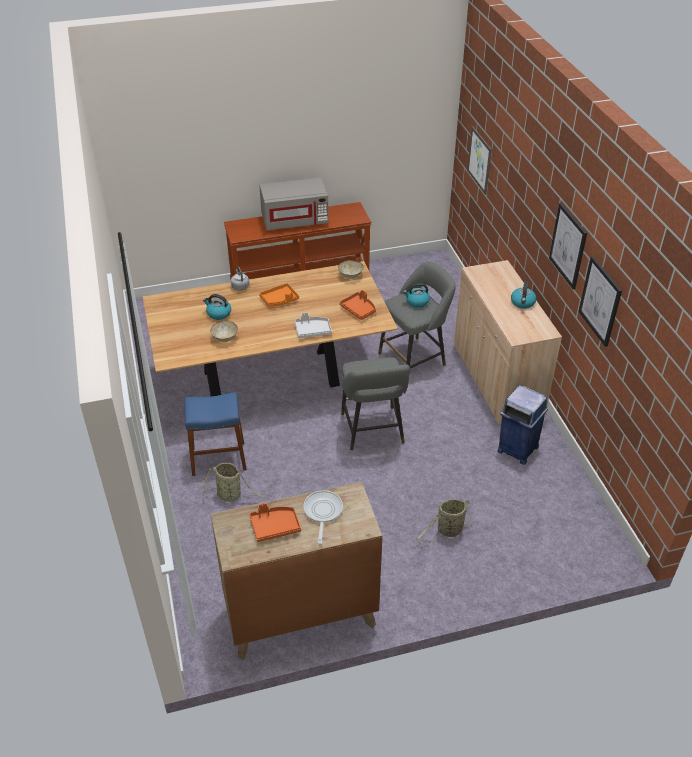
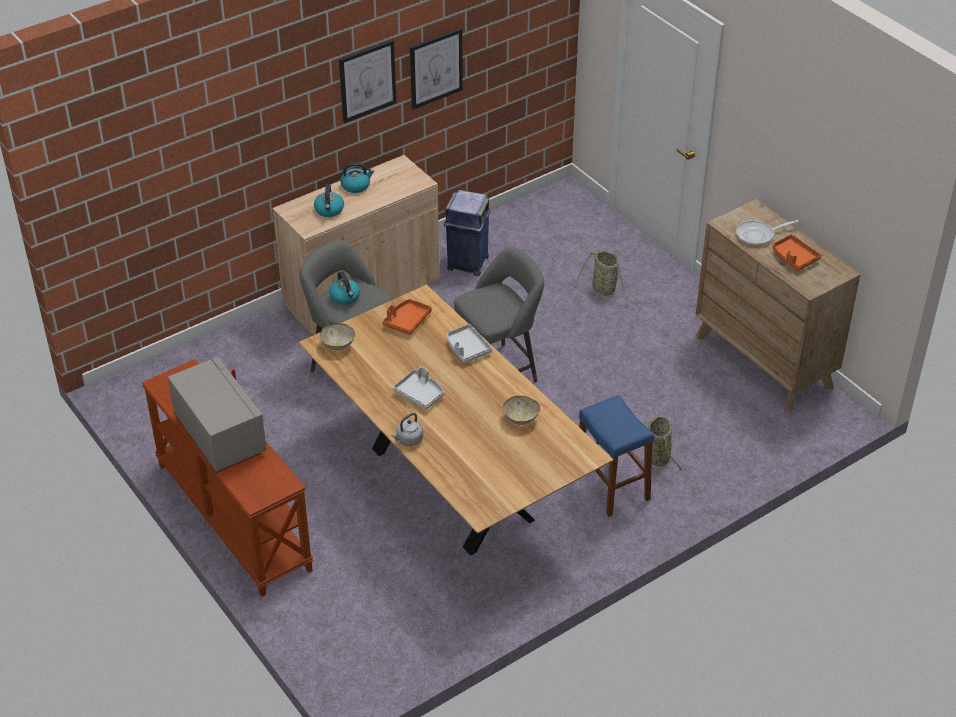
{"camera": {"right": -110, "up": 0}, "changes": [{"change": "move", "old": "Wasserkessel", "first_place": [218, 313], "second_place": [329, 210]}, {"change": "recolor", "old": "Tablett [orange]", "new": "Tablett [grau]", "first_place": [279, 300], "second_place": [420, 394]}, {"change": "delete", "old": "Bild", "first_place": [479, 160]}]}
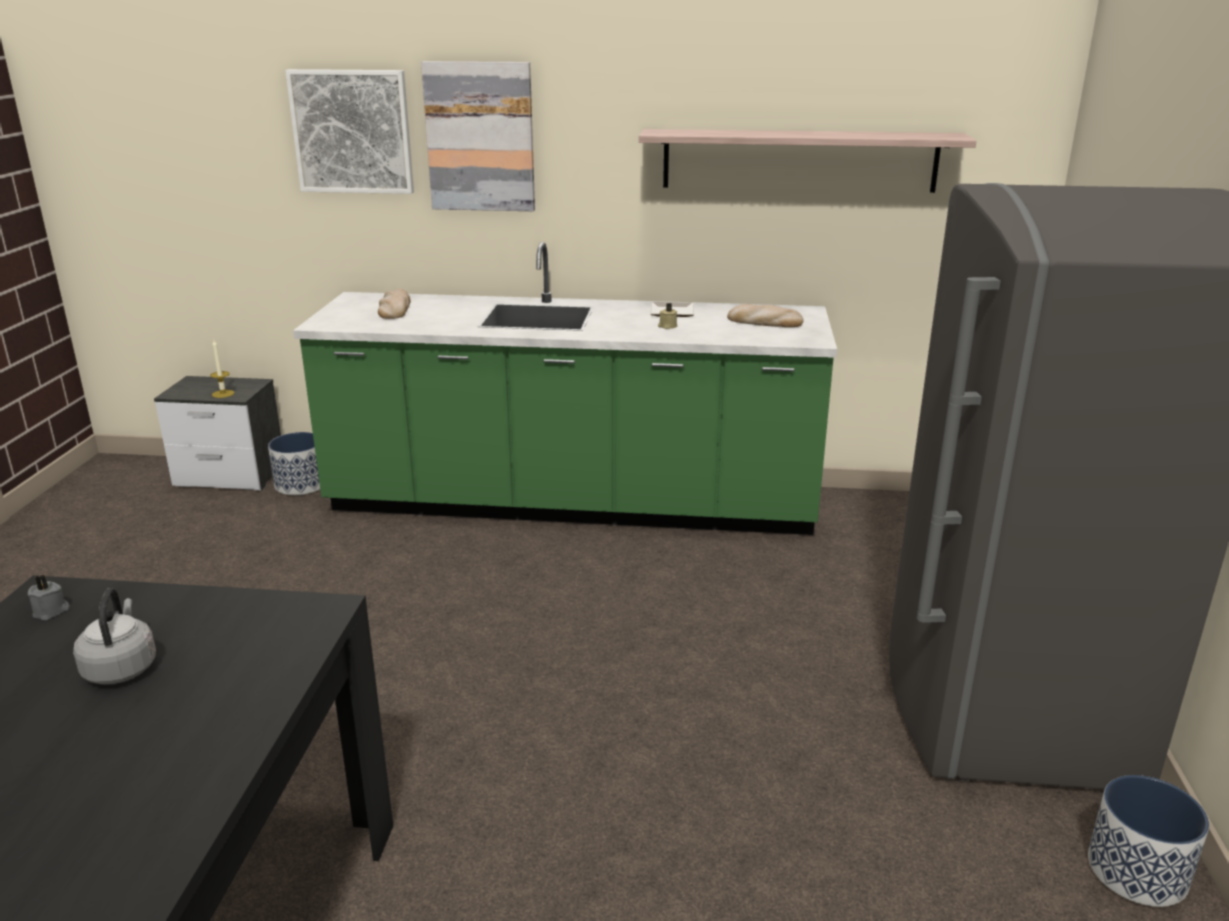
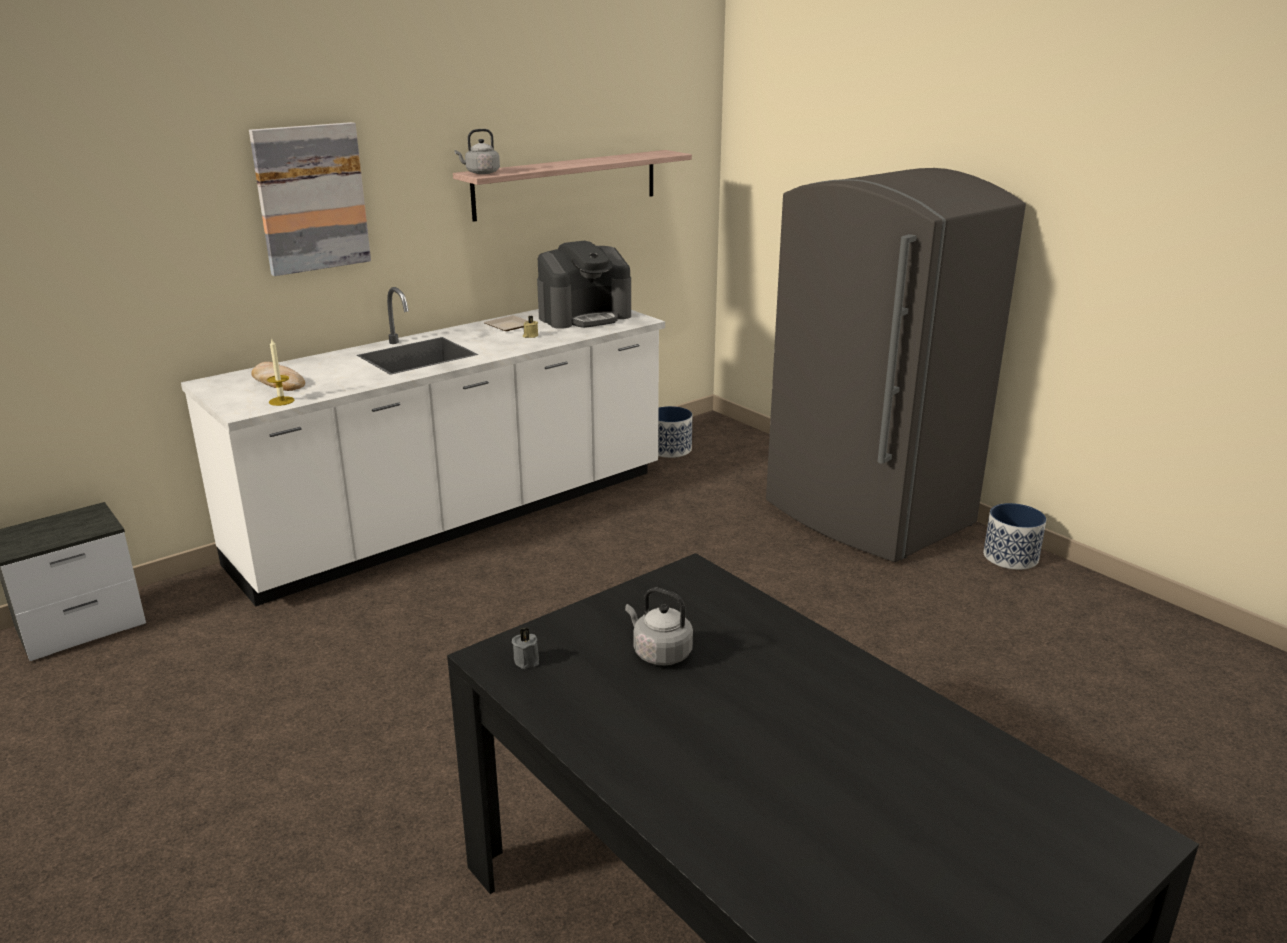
{"camera": {"right": -45, "up": 0}, "changes": [{"change": "recolor", "old": "Küchenzeile [grün]", "new": "Küchenzeile [weiß]", "first_place": [572, 504], "second_place": [458, 519]}, {"change": "move", "old": "Kerze", "first_place": [223, 394], "second_place": [281, 401]}, {"change": "insert", "new": "Wasserkessel [grau]", "second_place": [481, 173]}, {"change": "replace", "old": "Brot", "new": "Kaffeemaschine", "first_place": [764, 322], "second_place": [584, 316]}, {"change": "move", "old": "Pflanzkübel", "first_place": [301, 484], "second_place": [670, 449]}, {"change": "delete", "old": "Bild", "first_place": [352, 132]}]}
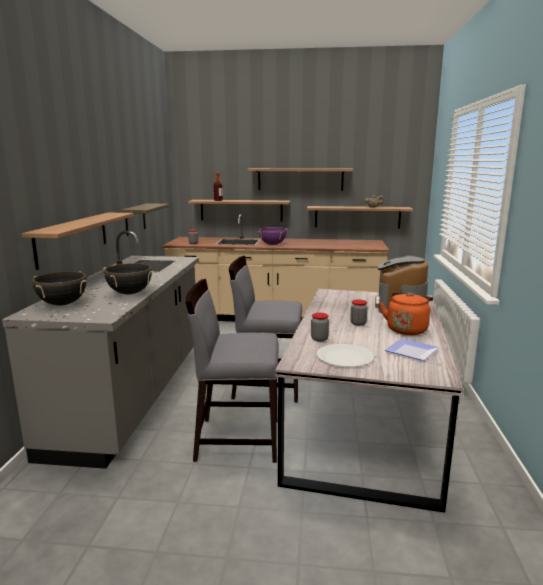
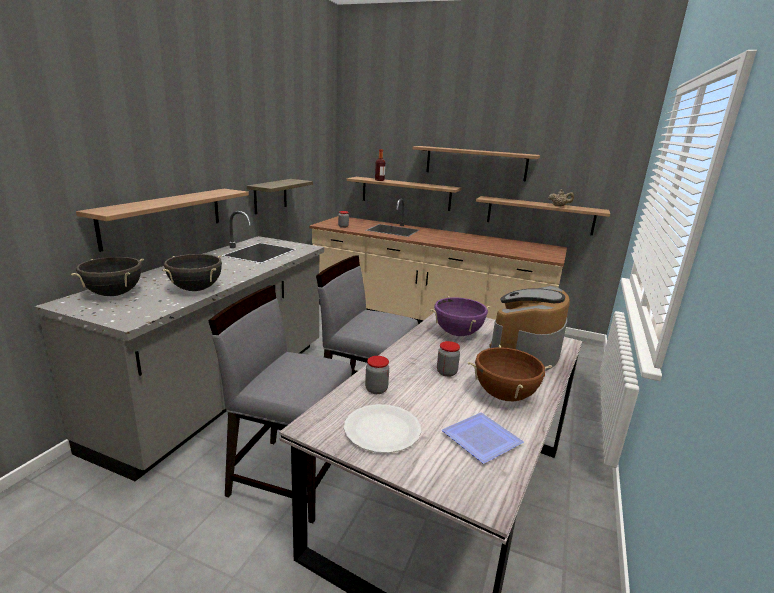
{"camera": {"right": 15, "up": 5}, "changes": [{"change": "move", "old": "Kochtopf [lila]", "first_place": [272, 244], "second_place": [457, 333]}, {"change": "replace", "old": "Wasserkessel [orange]", "new": "Kochtopf [braun]", "first_place": [407, 329], "second_place": [504, 395]}]}
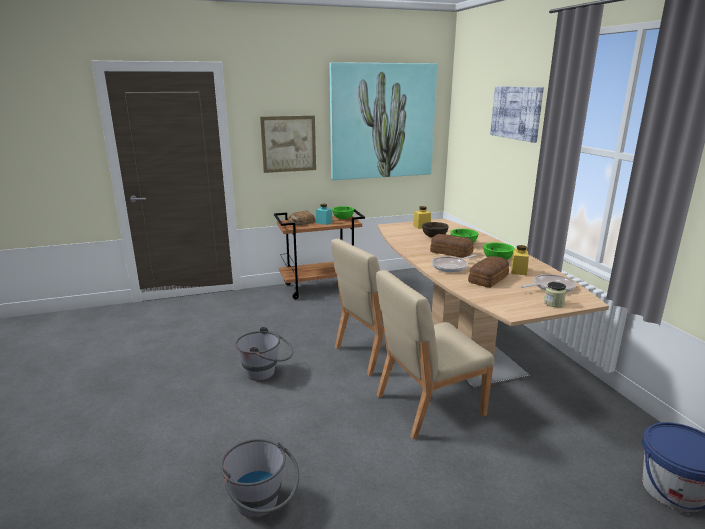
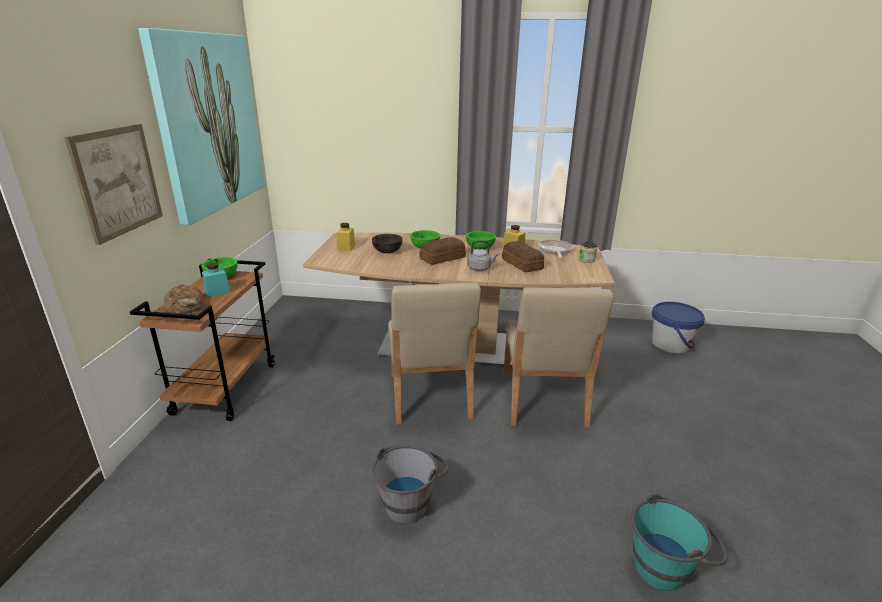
{"camera": {"right": -65, "up": 5}, "changes": [{"change": "replace", "old": "Pfanne", "new": "Wasserkessel [grau]", "first_place": [451, 267], "second_place": [480, 268]}, {"change": "recolor", "old": "Eimer [grau]", "new": "Eimer [türkis]", "first_place": [262, 507], "second_place": [667, 567]}, {"change": "delete", "old": "Bild", "first_place": [516, 113]}]}
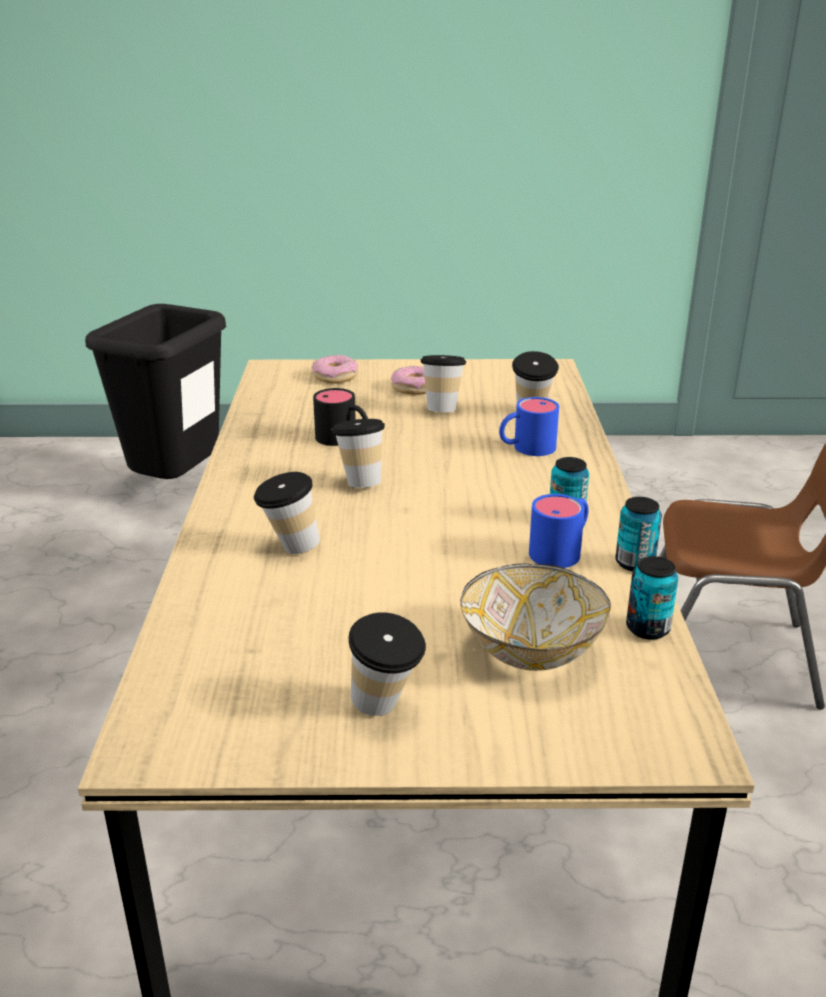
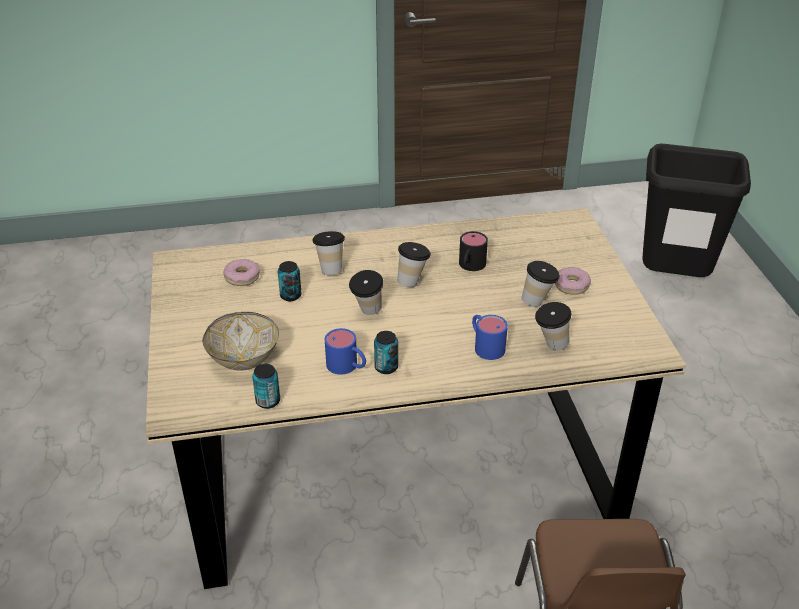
{"camera": {"right": 80, "up": 10}, "changes": [{"change": "move", "old": "Donut", "first_place": [335, 376], "second_place": [242, 277]}, {"change": "move", "old": "Dose", "first_place": [634, 563], "second_place": [290, 295]}, {"change": "move", "old": "Tasse", "first_place": [386, 708], "second_place": [367, 313]}]}
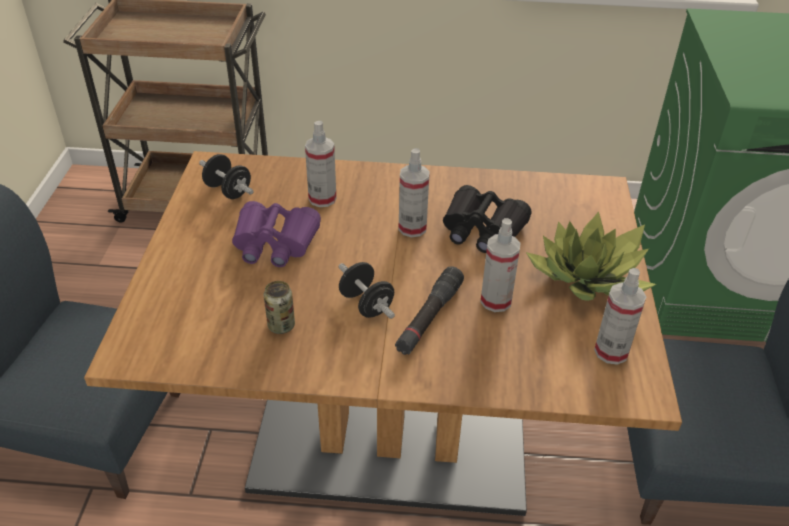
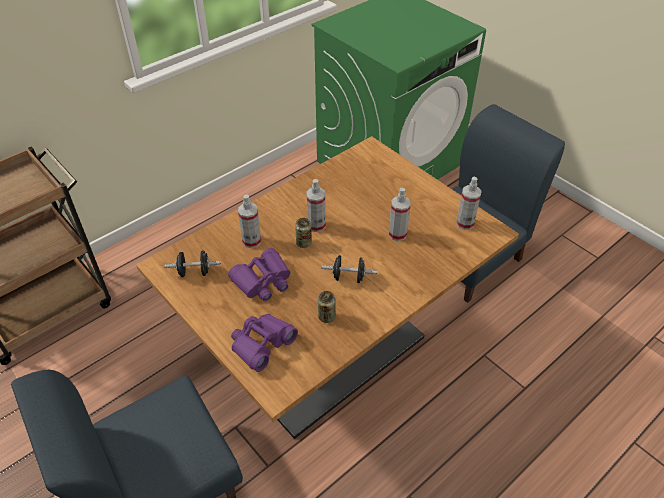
{"camera": {"right": -45, "up": 5}, "changes": [{"change": "insert", "new": "Fernglas [lila]", "second_place": [262, 344]}, {"change": "insert", "new": "Dose", "second_place": [304, 243]}, {"change": "delete", "old": "Taschenlampe [schwarz]", "first_place": [429, 318]}, {"change": "delete", "old": "Fernglas [schwarz]", "first_place": [482, 229]}, {"change": "delete", "old": "Topfpflanze", "first_place": [589, 278]}]}
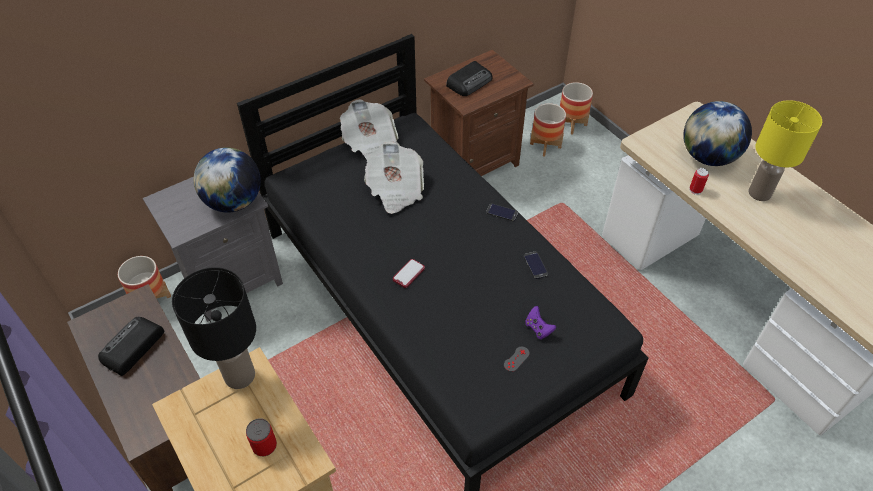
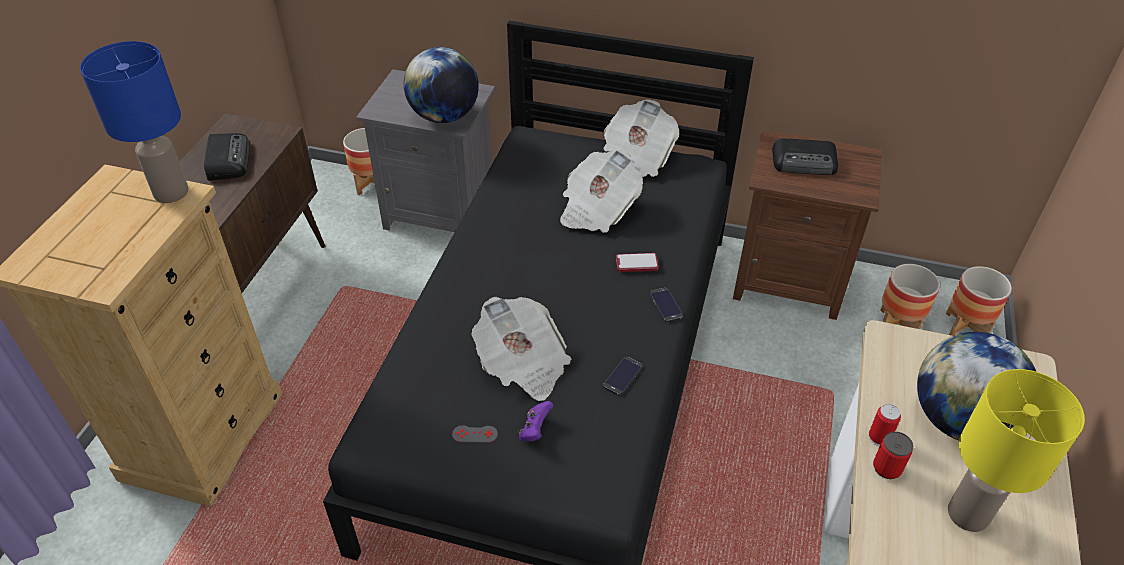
{"camera": {"right": 50, "up": -5}, "changes": [{"change": "recolor", "old": "Tischlampe [schwarz]", "new": "Tischlampe [blau]", "first_place": [240, 375], "second_place": [172, 192]}, {"change": "rotate", "old": "Radio", "first_place": [132, 348], "second_place": [227, 160], "degrees": 90}, {"change": "insert", "new": "Zeitung", "second_place": [523, 364]}, {"change": "move", "old": "Handy", "first_place": [408, 274], "second_place": [636, 263]}, {"change": "move", "old": "Dose", "first_place": [264, 446], "second_place": [887, 468]}]}
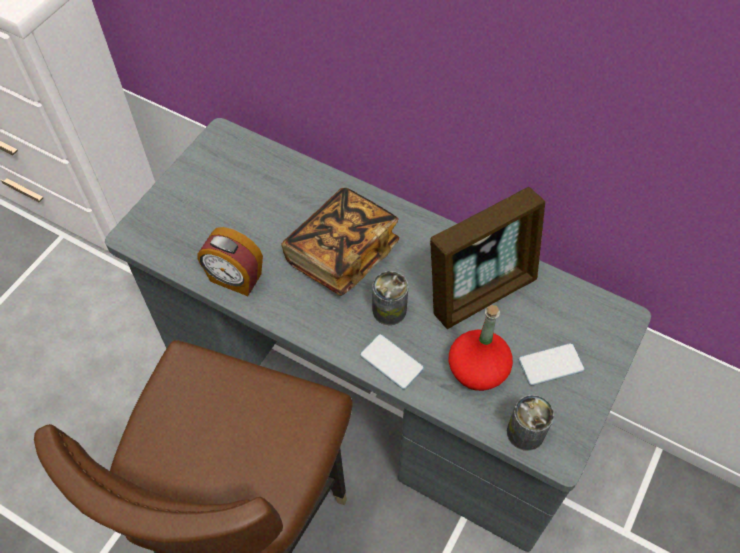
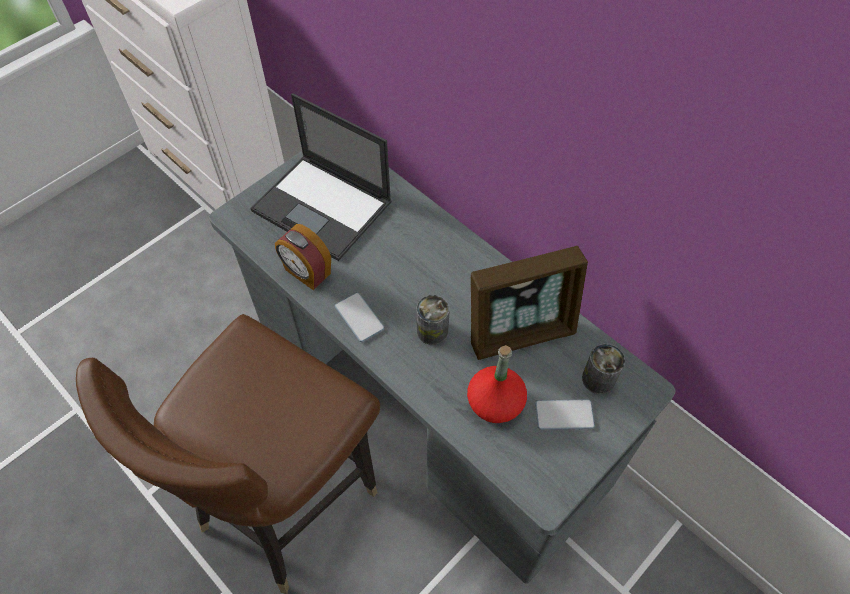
{"camera": {"right": 15, "up": 0}, "changes": [{"change": "insert", "new": "Laptop", "second_place": [323, 207]}, {"change": "move", "old": "Handy", "first_place": [391, 362], "second_place": [359, 318]}, {"change": "move", "old": "Dose", "first_place": [525, 432], "second_place": [598, 379]}, {"change": "delete", "old": "Buch", "first_place": [341, 254]}]}
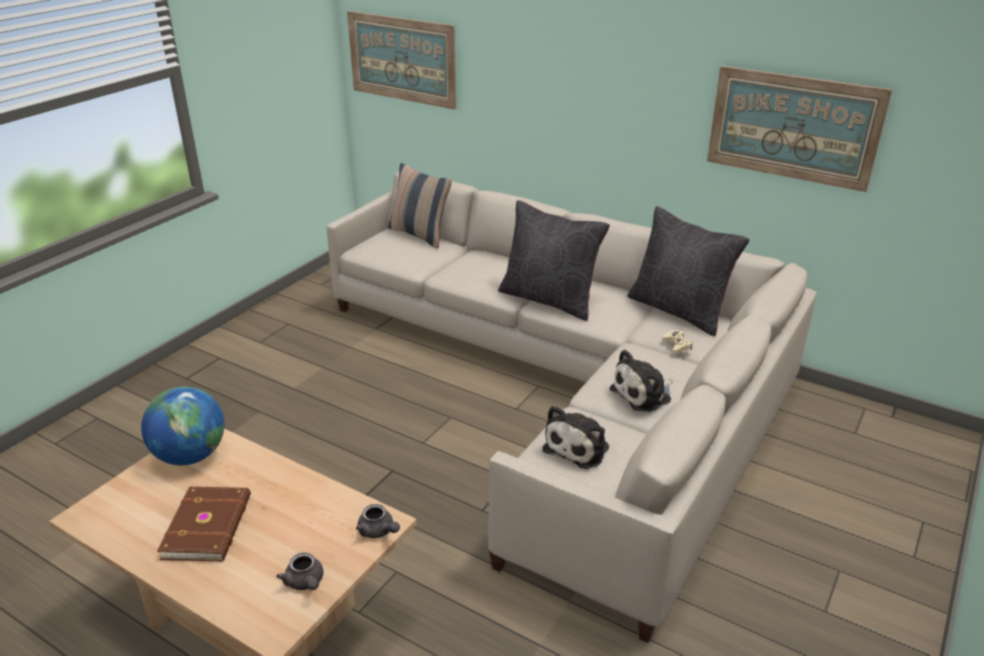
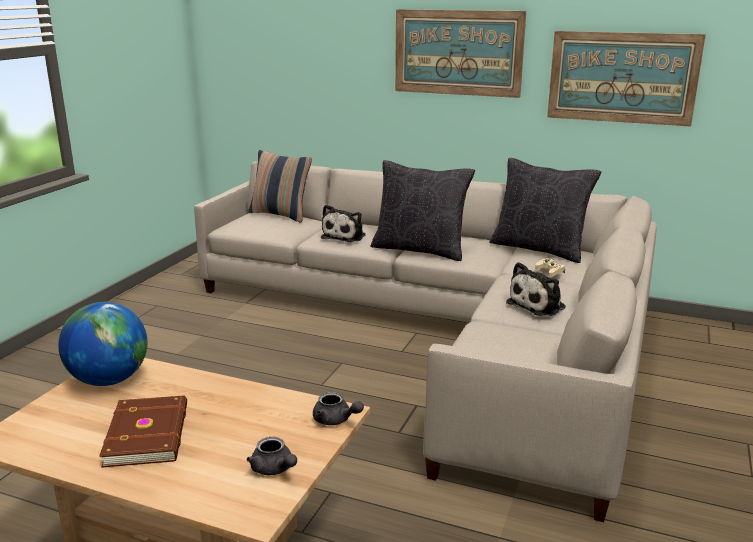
{"camera": {"right": -10, "up": -10}, "changes": [{"change": "move", "old": "Plüschtier", "first_place": [579, 447], "second_place": [345, 236]}, {"change": "move", "old": "Bild", "first_place": [402, 59], "second_place": [458, 52]}]}
